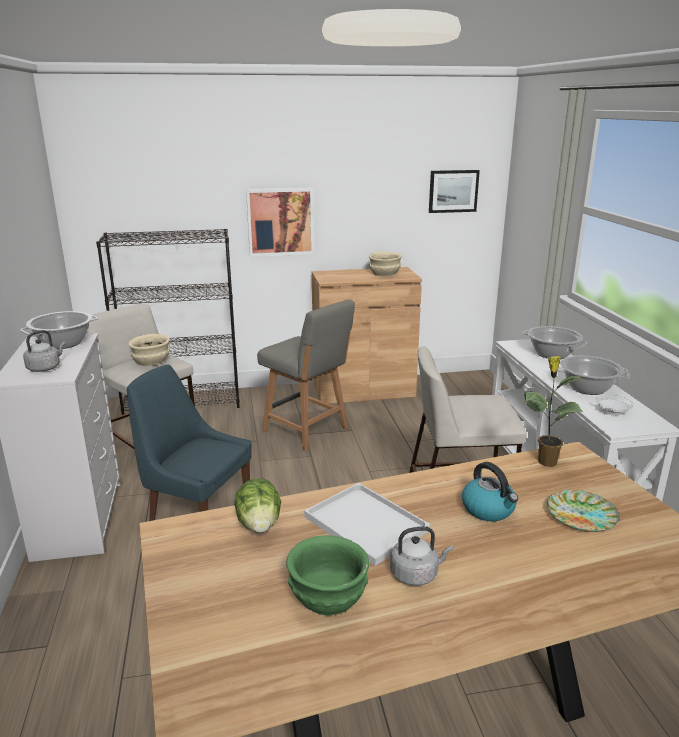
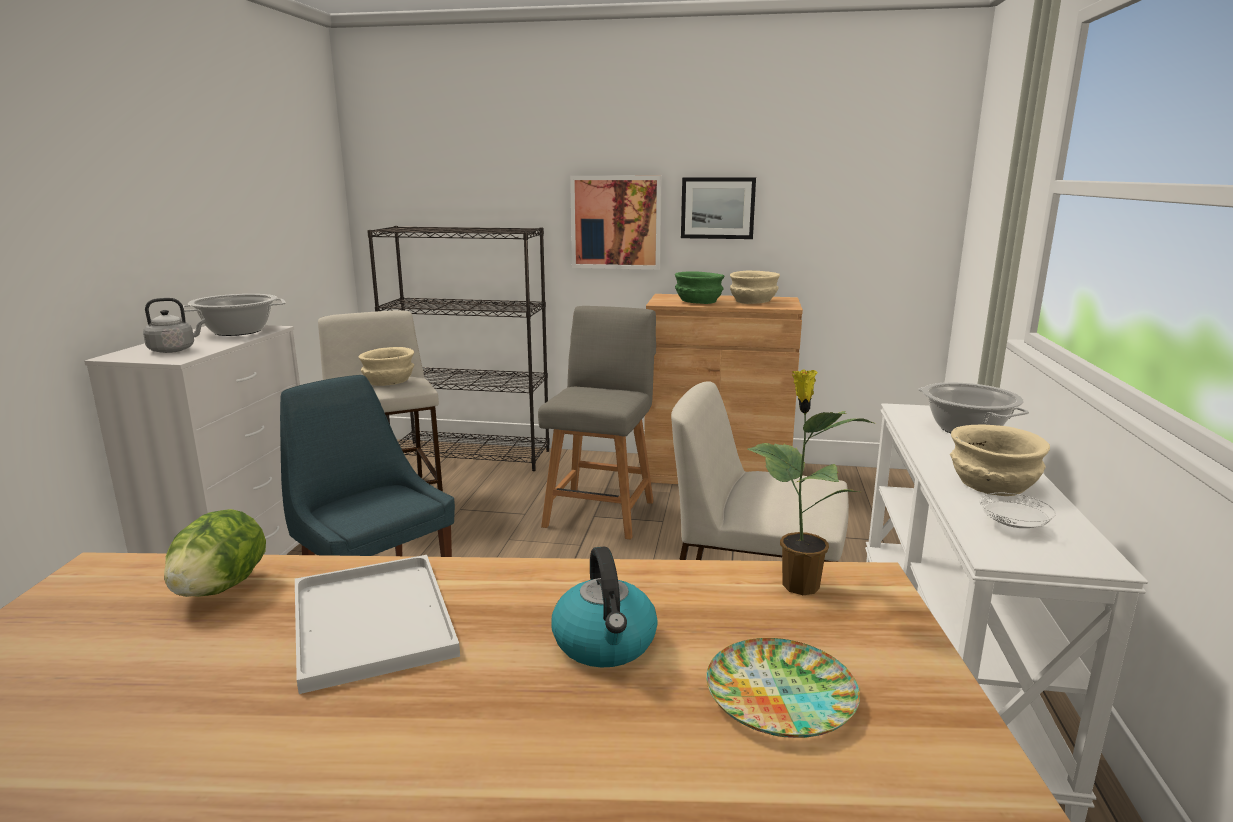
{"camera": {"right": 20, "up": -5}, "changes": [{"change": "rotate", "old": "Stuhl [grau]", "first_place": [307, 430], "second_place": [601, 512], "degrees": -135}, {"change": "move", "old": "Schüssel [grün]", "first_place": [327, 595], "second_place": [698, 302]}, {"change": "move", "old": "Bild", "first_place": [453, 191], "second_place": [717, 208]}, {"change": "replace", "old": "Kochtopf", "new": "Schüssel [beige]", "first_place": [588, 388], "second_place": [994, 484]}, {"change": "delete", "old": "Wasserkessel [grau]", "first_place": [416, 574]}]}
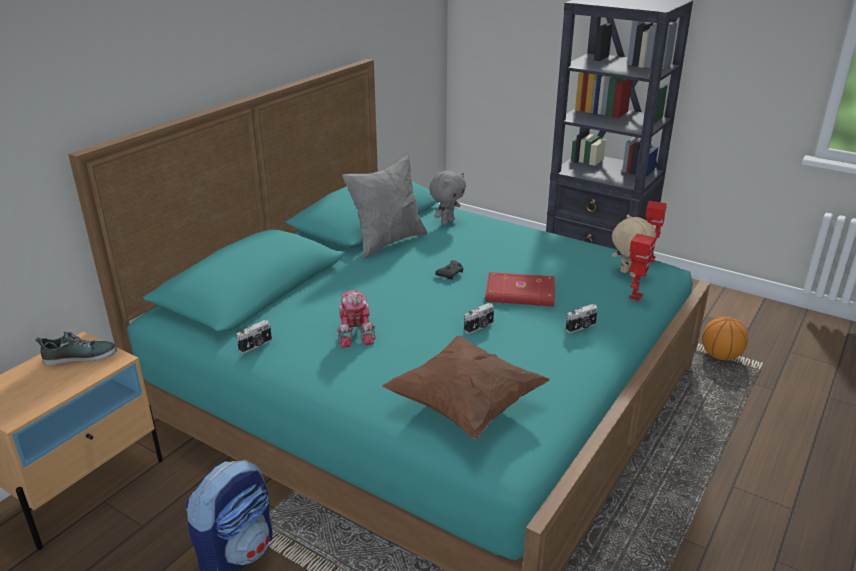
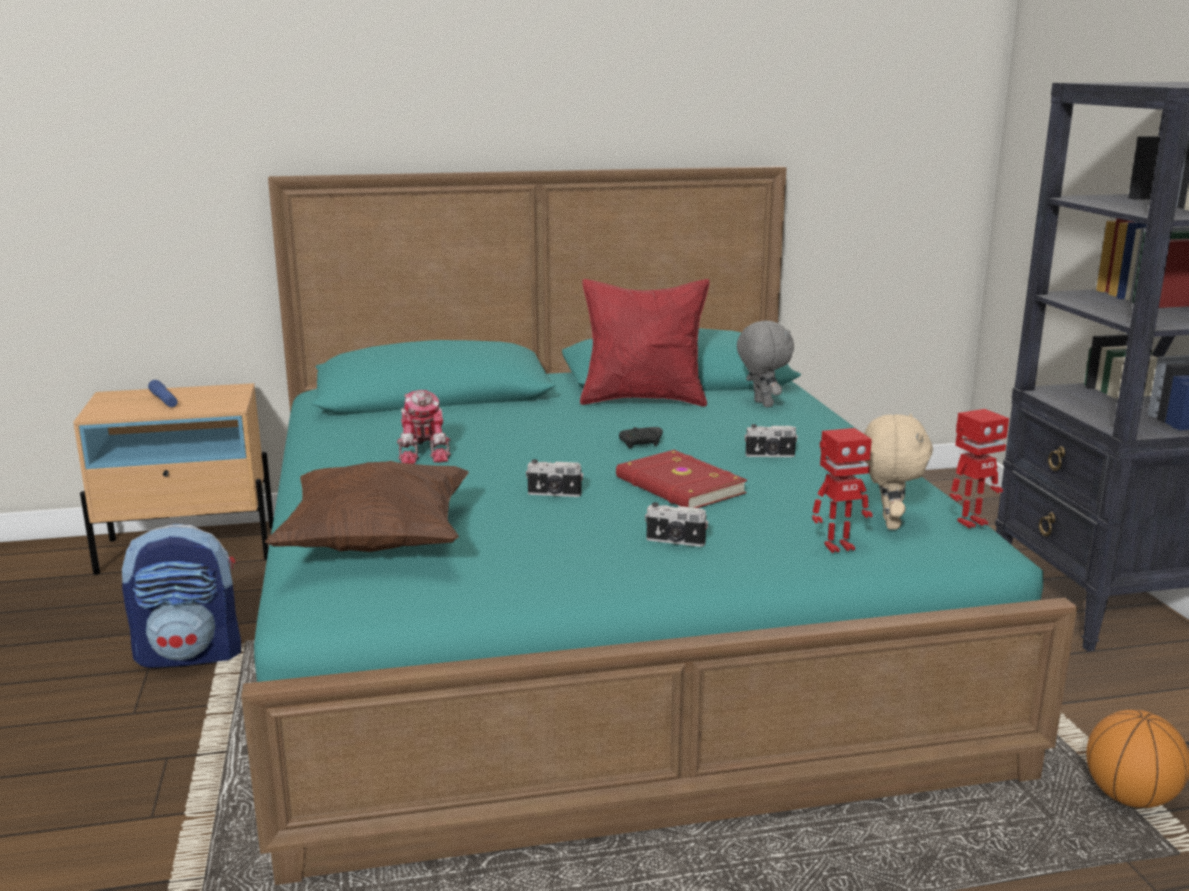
{"camera": {"right": 45, "up": -10}, "changes": [{"change": "insert", "new": "Taschenlampe [blau]", "second_place": [164, 400]}, {"change": "rotate", "old": "Spielzeugroboter", "first_place": [356, 333], "second_place": [425, 452], "degrees": -45}, {"change": "recolor", "old": "Kissen [grau]", "new": "Kissen [rot]", "first_place": [388, 242], "second_place": [643, 399]}, {"change": "rotate", "old": "Plüschtier [grau]", "first_place": [447, 221], "second_place": [761, 404], "degrees": -105}, {"change": "move", "old": "Kamera", "first_place": [256, 345], "second_place": [770, 455]}, {"change": "delete", "old": "Schuh", "first_place": [80, 356]}]}
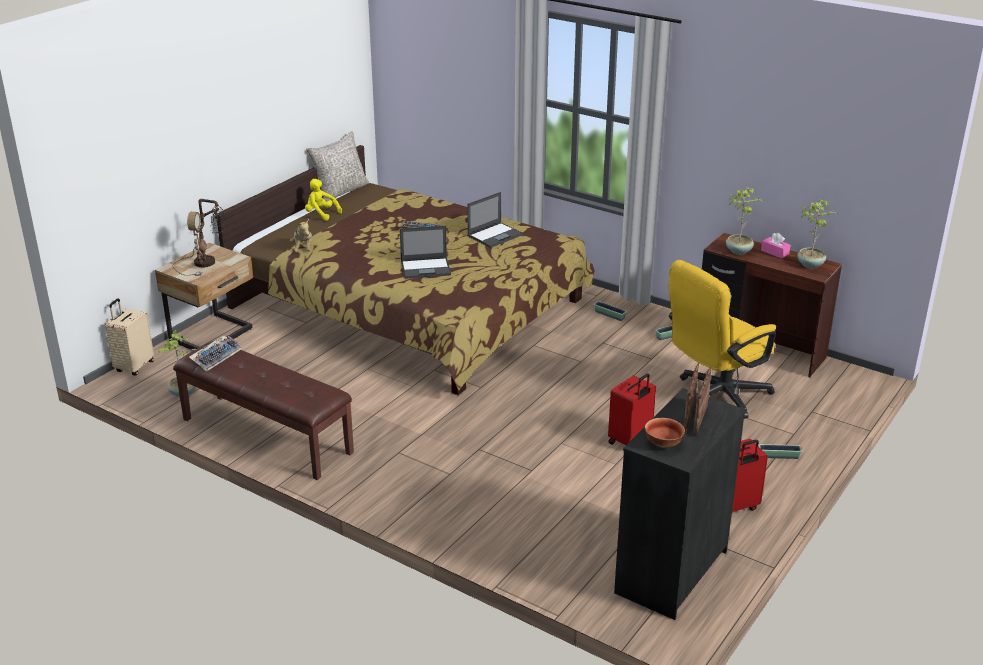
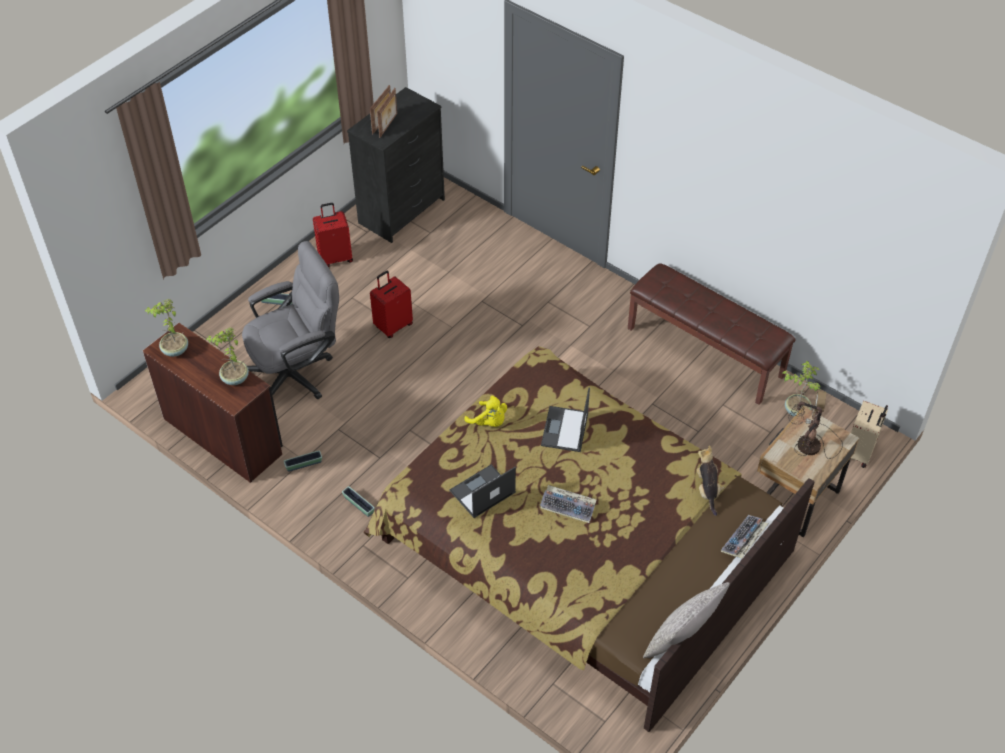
{"camera": {"right": -175, "up": 20}, "changes": [{"change": "recolor", "old": "Bürostuhl [gelb]", "new": "Bürostuhl [grau]", "first_place": [715, 396], "second_place": [298, 372]}, {"change": "move", "old": "Plüschtier [gelb]", "first_place": [321, 214], "second_place": [489, 422]}, {"change": "rotate", "old": "Laptop", "first_place": [426, 268], "second_place": [565, 430], "degrees": -75}, {"change": "move", "old": "Tastatur", "first_place": [216, 356], "second_place": [744, 540]}, {"change": "delete", "old": "Schüssel", "first_place": [663, 443]}, {"change": "delete", "old": "Taschentuchbox [rosa]", "first_place": [774, 252]}]}
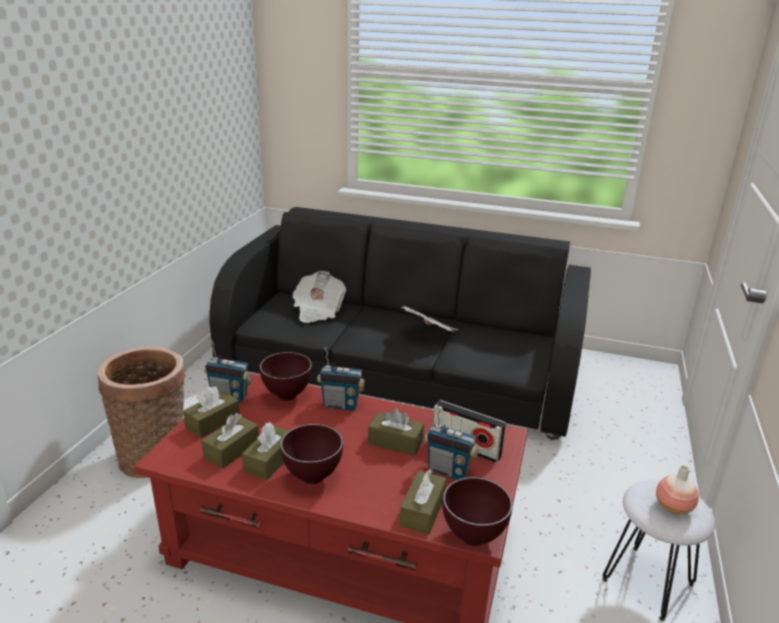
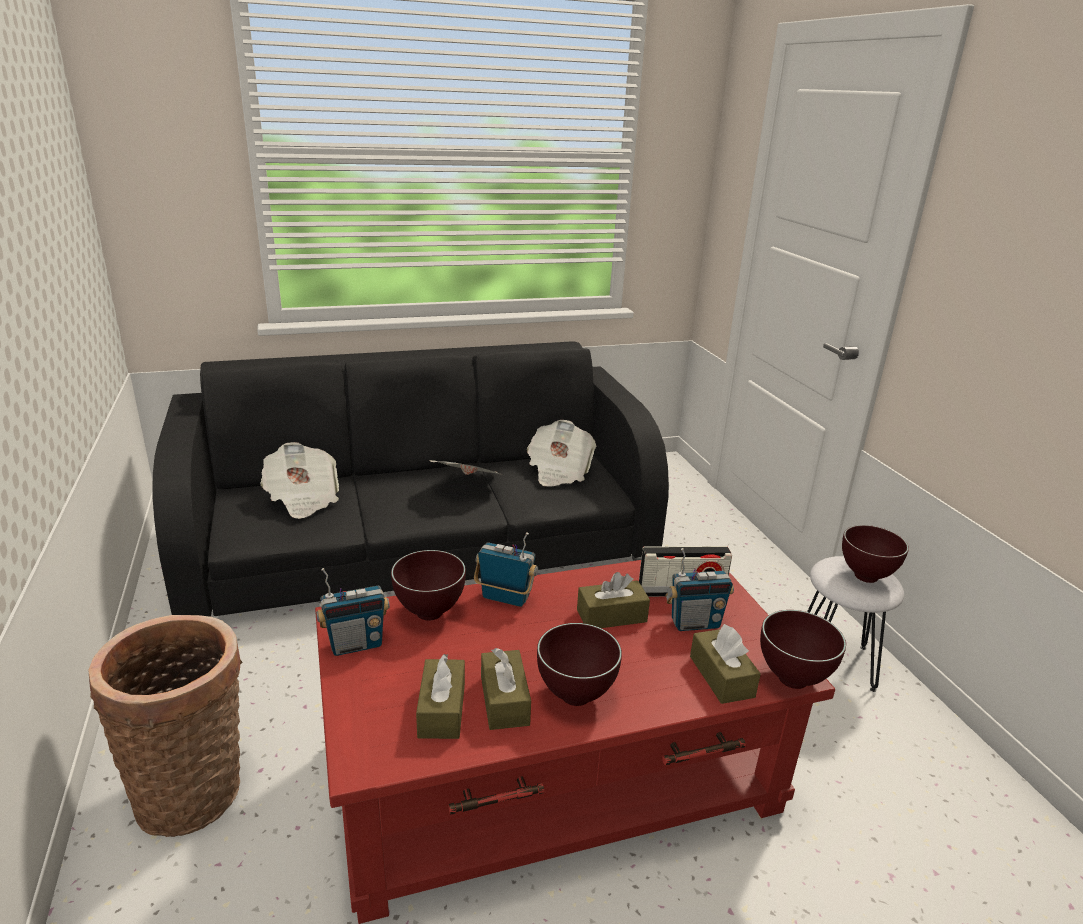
{"camera": {"right": -35, "up": 0}, "changes": [{"change": "rotate", "old": "Radio", "first_place": [341, 405], "second_place": [505, 598], "degrees": -135}, {"change": "insert", "new": "Zeitung", "second_place": [559, 471]}, {"change": "replace", "old": "Vase", "new": "Schüssel [braun]", "first_place": [673, 507], "second_place": [864, 577]}, {"change": "delete", "old": "Taschentuchbox [braun]", "first_place": [213, 422]}]}
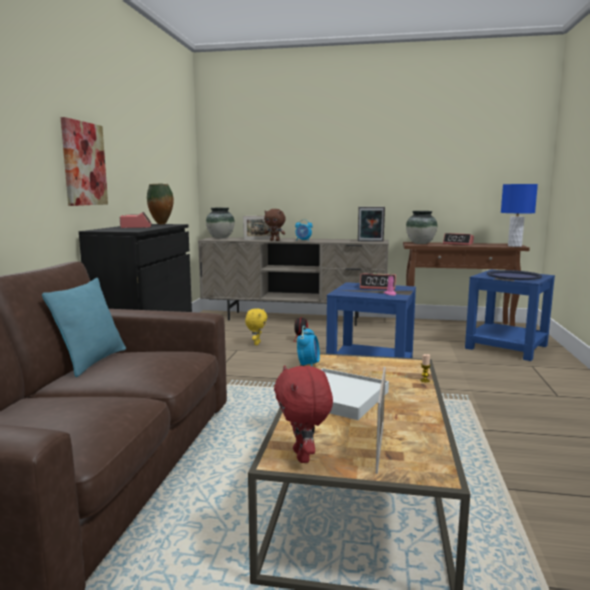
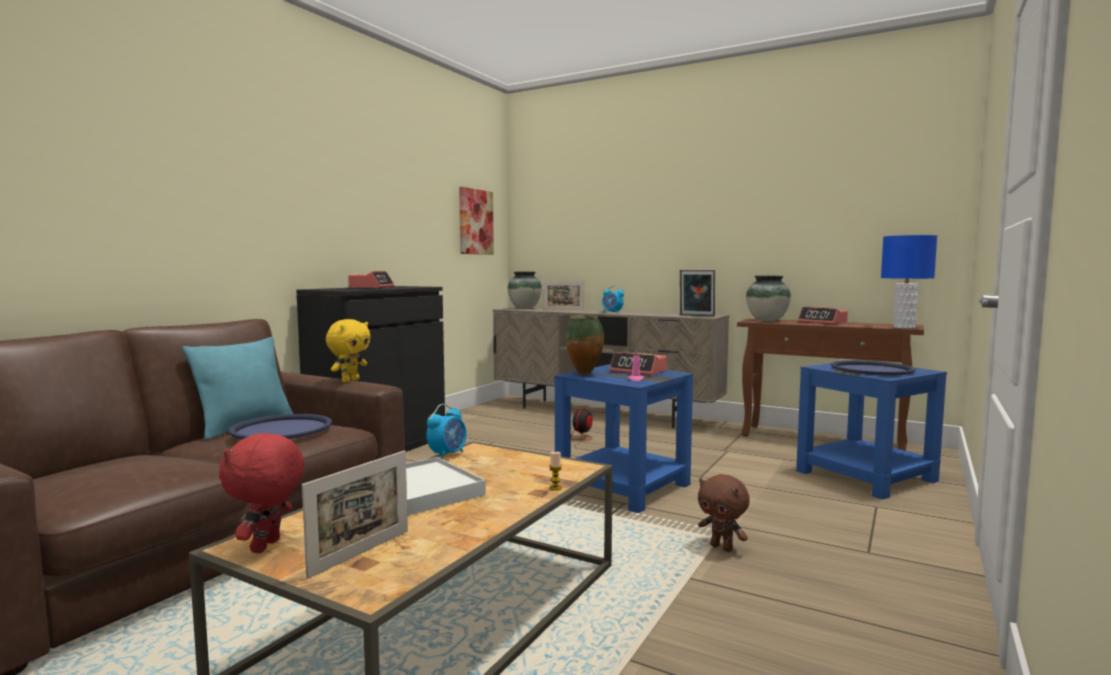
{"camera": {"right": 20, "up": -5}, "changes": [{"change": "insert", "new": "Tablett [blau]", "second_place": [282, 429]}, {"change": "move", "old": "Plüschtier [gelb]", "first_place": [256, 343], "second_place": [350, 381]}, {"change": "move", "old": "Bild", "first_place": [84, 164], "second_place": [475, 222]}, {"change": "move", "old": "Vase", "first_place": [161, 224], "second_place": [585, 374]}, {"change": "move", "old": "Plüschtier [braun]", "first_place": [275, 240], "second_place": [722, 548]}]}
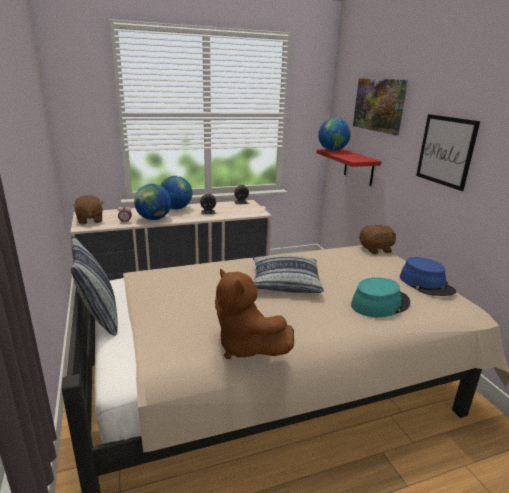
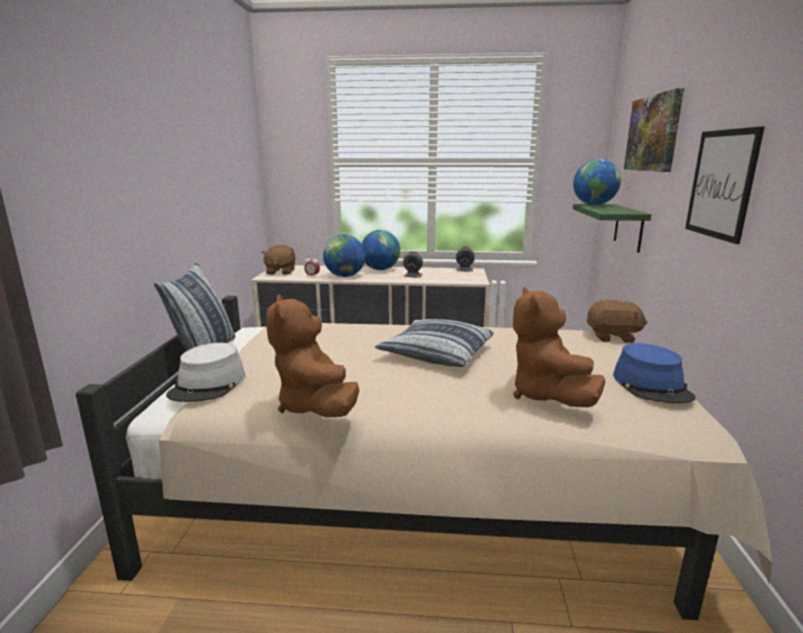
{"camera": {"right": 25, "up": -5}, "changes": [{"change": "insert", "new": "Hut [grau]", "second_place": [208, 385]}, {"change": "replace", "old": "Hut [türkis]", "new": "Plüschtier [braun]", "first_place": [380, 304], "second_place": [546, 395]}, {"change": "recolor", "old": "Wandregal [rot]", "new": "Wandregal [grün]", "first_place": [359, 167], "second_place": [628, 227]}]}
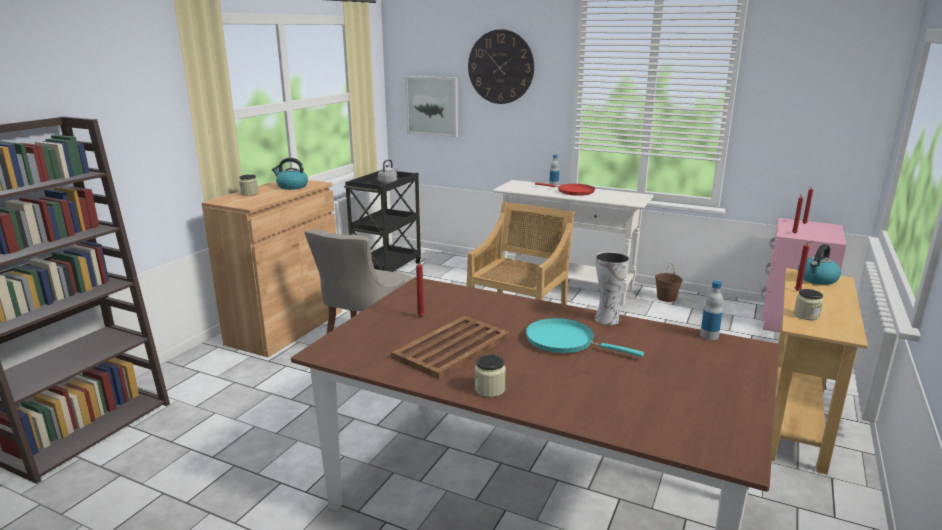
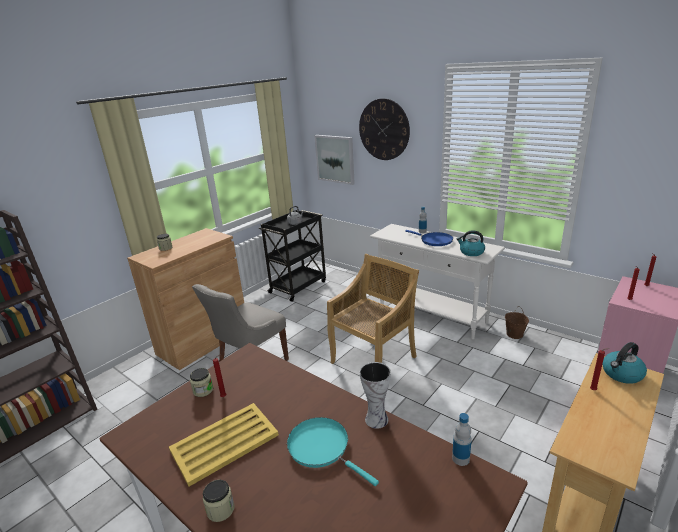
{"camera": {"right": 15, "up": 5}, "changes": [{"change": "recolor", "old": "Tablett [braun]", "new": "Tablett [gelb]", "first_place": [451, 347], "second_place": [223, 443]}, {"change": "move", "old": "Vorratsglas", "first_place": [806, 315], "second_place": [203, 390]}, {"change": "recolor", "old": "Pfanne [rot]", "new": "Pfanne [blau]", "first_place": [573, 191], "second_place": [434, 240]}, {"change": "move", "old": "Wasserkessel", "first_place": [292, 186], "second_place": [471, 252]}]}
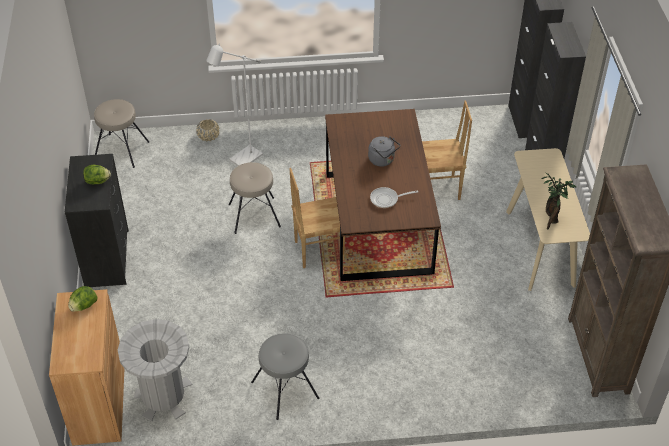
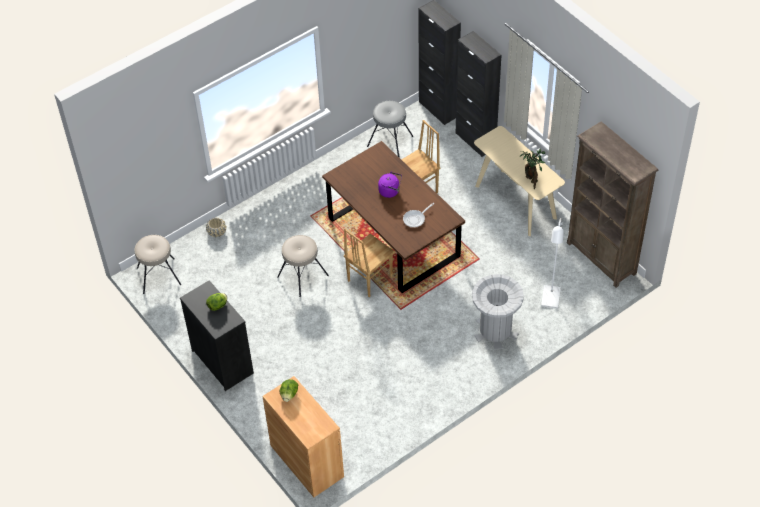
{"camera": {"right": -30, "up": 5}, "changes": [{"change": "move", "old": "Hocker [grau]", "first_place": [285, 389], "second_place": [390, 140]}, {"change": "recolor", "old": "Wasserkessel [grau]", "new": "Wasserkessel [lila]", "first_place": [383, 160], "second_place": [390, 191]}, {"change": "move", "old": "Mülleimer [grau]", "first_place": [163, 396], "second_place": [495, 331]}, {"change": "move", "old": "Stehlampe [weiß]", "first_place": [242, 160], "second_place": [550, 301]}]}
